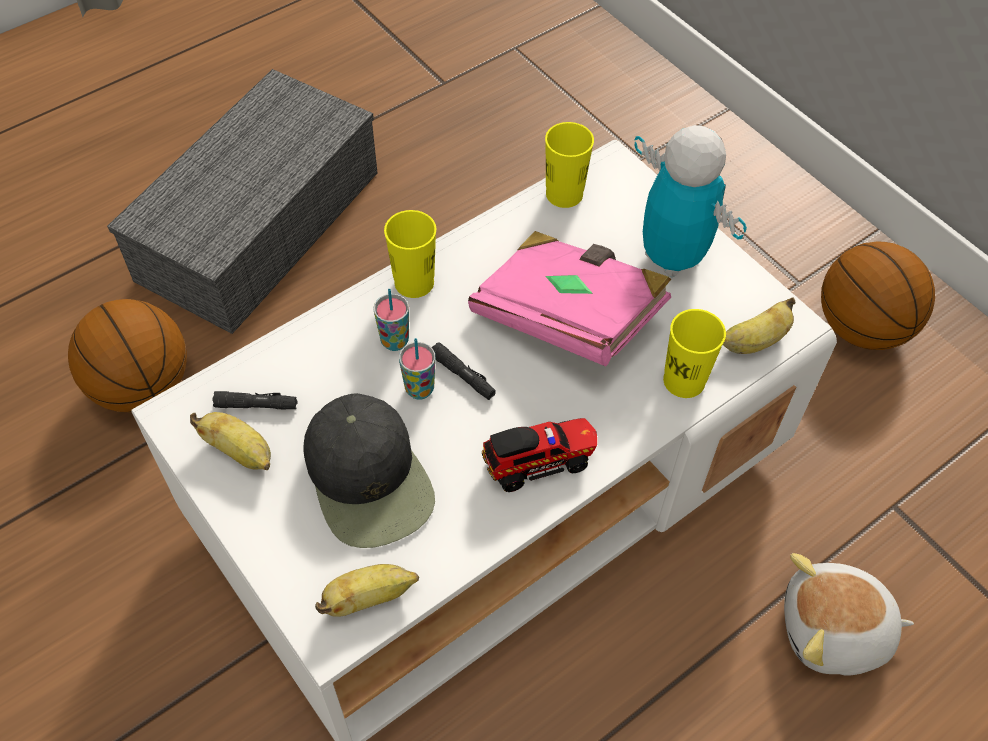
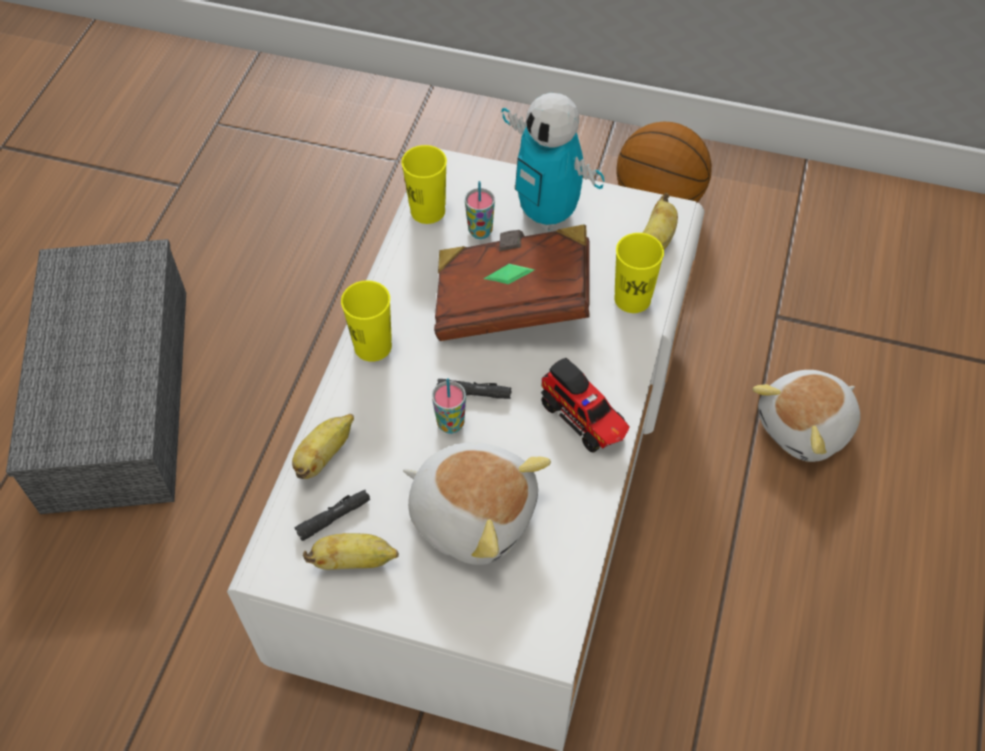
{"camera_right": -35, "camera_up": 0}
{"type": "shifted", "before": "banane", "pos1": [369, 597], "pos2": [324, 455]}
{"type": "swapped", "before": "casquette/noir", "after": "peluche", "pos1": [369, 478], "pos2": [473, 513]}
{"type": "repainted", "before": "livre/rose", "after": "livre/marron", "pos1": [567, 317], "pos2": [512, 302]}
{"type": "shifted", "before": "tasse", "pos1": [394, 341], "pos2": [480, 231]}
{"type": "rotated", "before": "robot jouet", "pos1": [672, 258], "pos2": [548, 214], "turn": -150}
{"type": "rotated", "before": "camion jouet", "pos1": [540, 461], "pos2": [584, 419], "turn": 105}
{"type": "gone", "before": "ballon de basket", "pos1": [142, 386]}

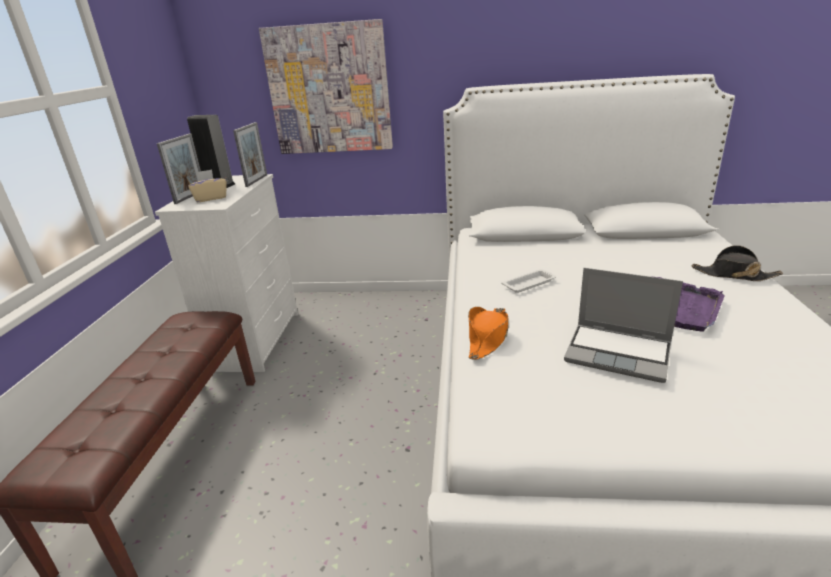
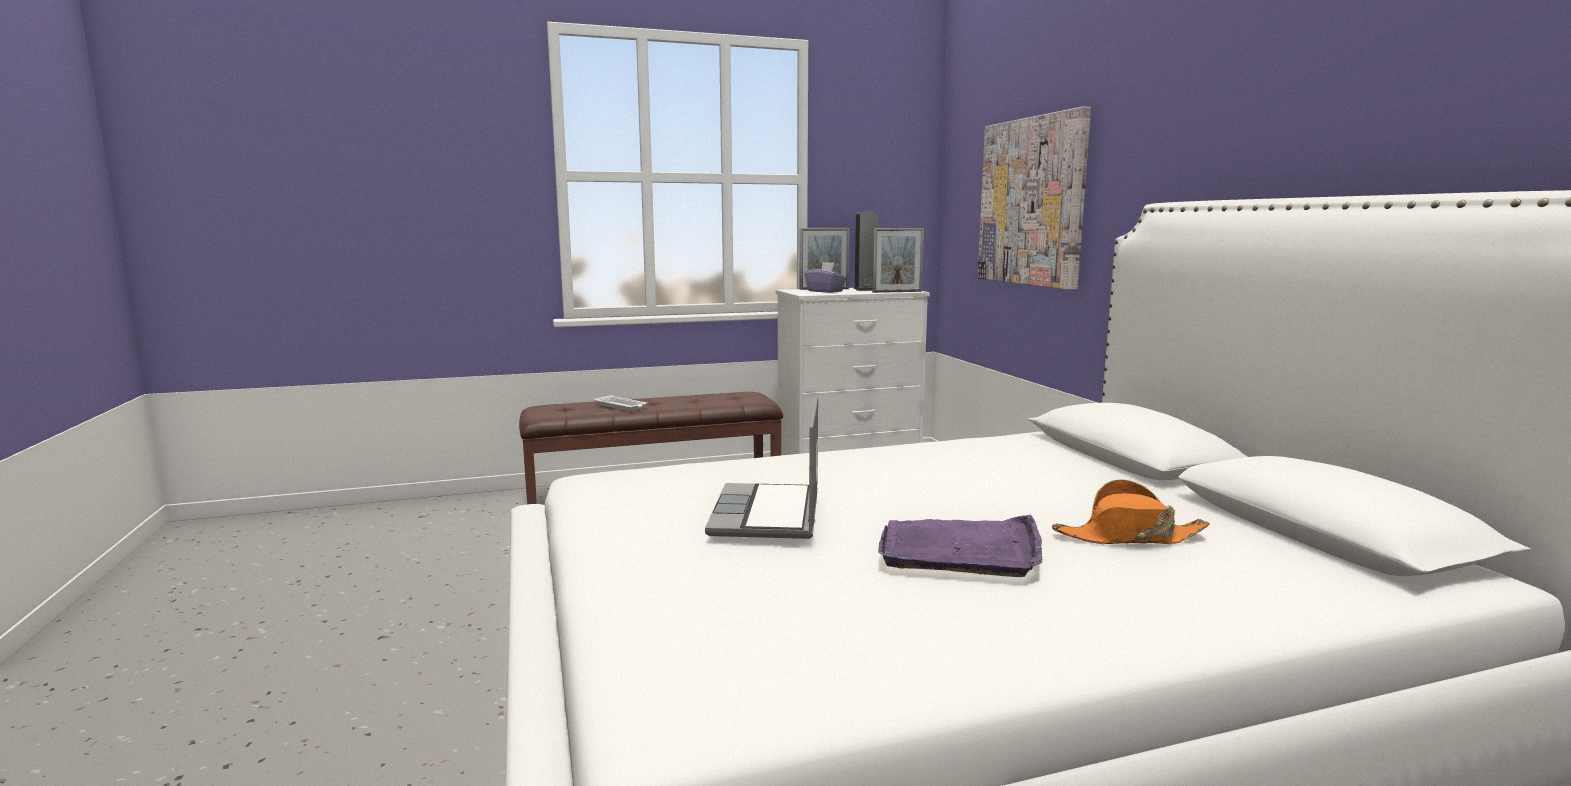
{"camera_right": 65, "camera_up": -15}
{"type": "shifted", "before": "plateau/blanc", "pos1": [529, 284], "pos2": [621, 406]}
{"type": "repainted", "before": "boîte à mouchoirs/beige", "after": "boîte à mouchoirs/violet", "pos1": [210, 198], "pos2": [825, 291]}
{"type": "shifted", "before": "chapeau/orange", "pos1": [488, 338], "pos2": [1128, 537]}
{"type": "gone", "before": "chapeau/noir", "pos1": [733, 275]}

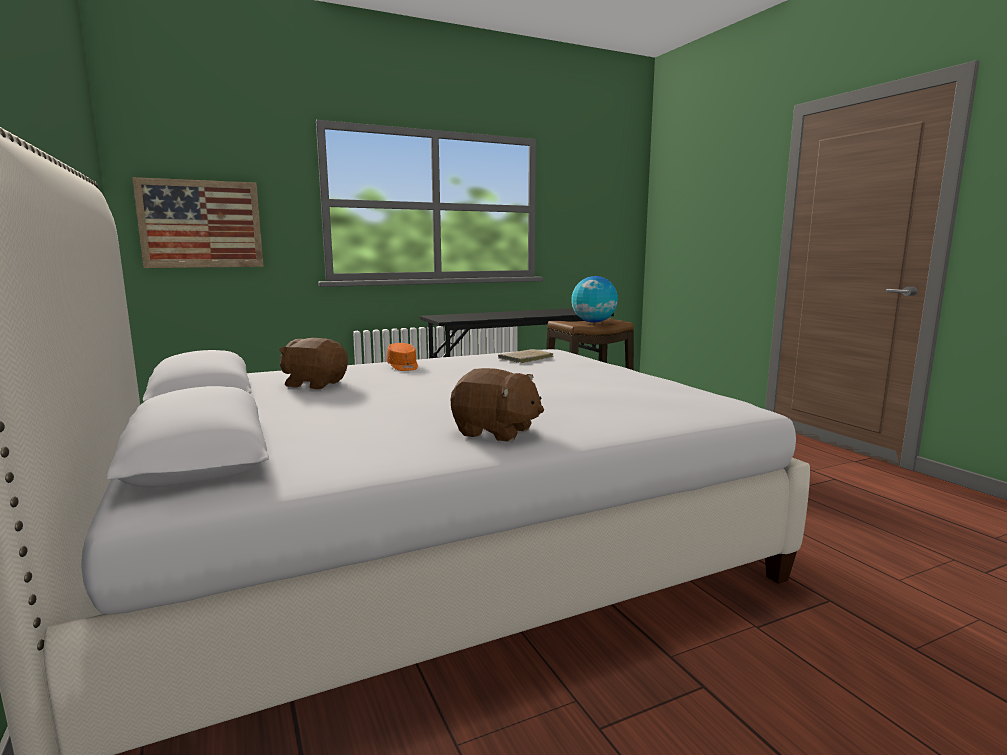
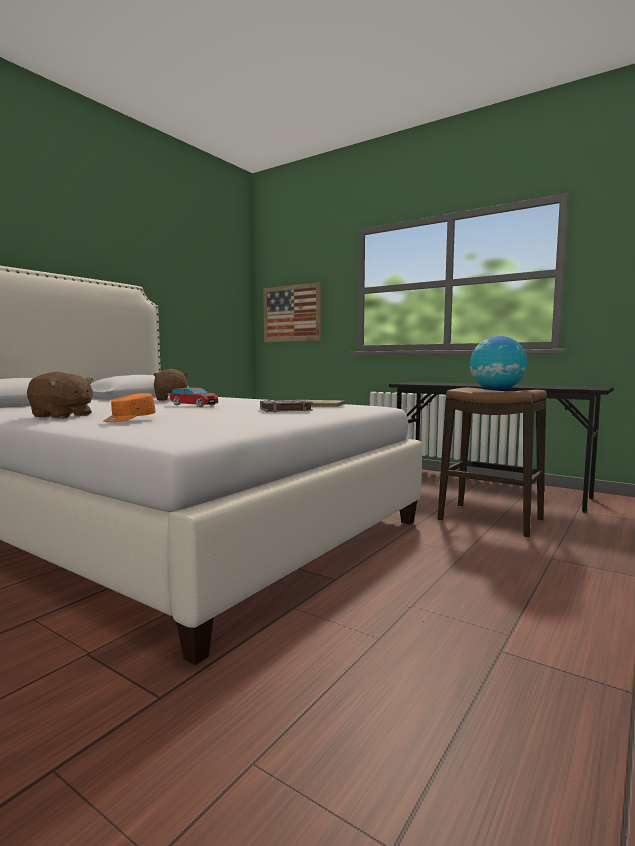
{"camera_right": 60, "camera_up": -5}
{"type": "rotated", "before": "peluche/marron", "pos1": [495, 432], "pos2": [62, 416], "turn": -60}
{"type": "shifted", "before": "casquette/orange", "pos1": [403, 366], "pos2": [129, 419]}
{"type": "new", "after": "petite voiture", "pos2": [193, 405]}
{"type": "new", "after": "livre/gris", "pos2": [285, 410]}

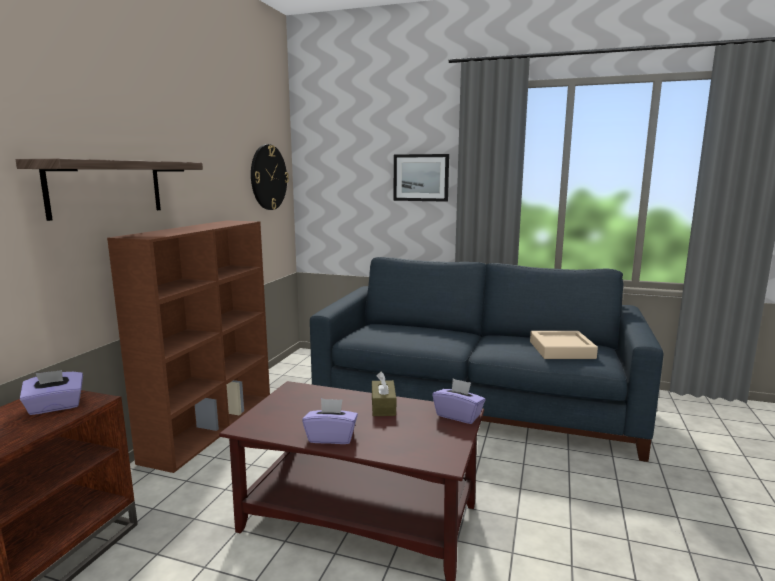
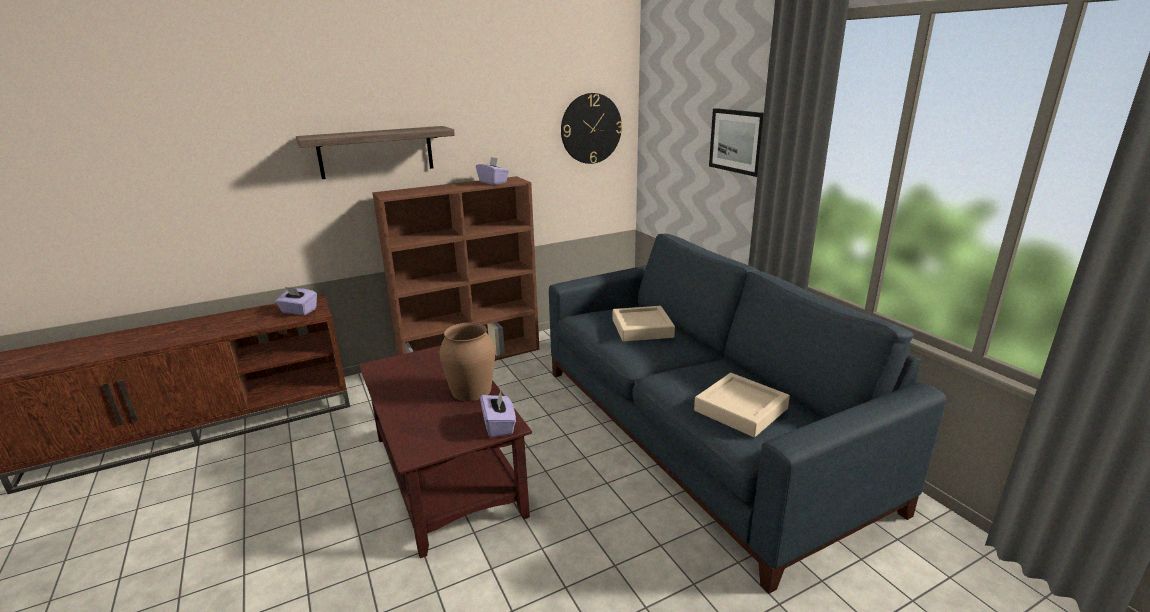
{"camera_right": 45, "camera_up": 10}
{"type": "swapped", "before": "boîte à mouchoirs/marron", "after": "vase/marron", "pos1": [383, 406], "pos2": [471, 391]}
{"type": "shifted", "before": "boîte à mouchoirs/violet", "pos1": [331, 437], "pos2": [493, 182]}
{"type": "new", "after": "plateau/beige", "pos2": [642, 328]}

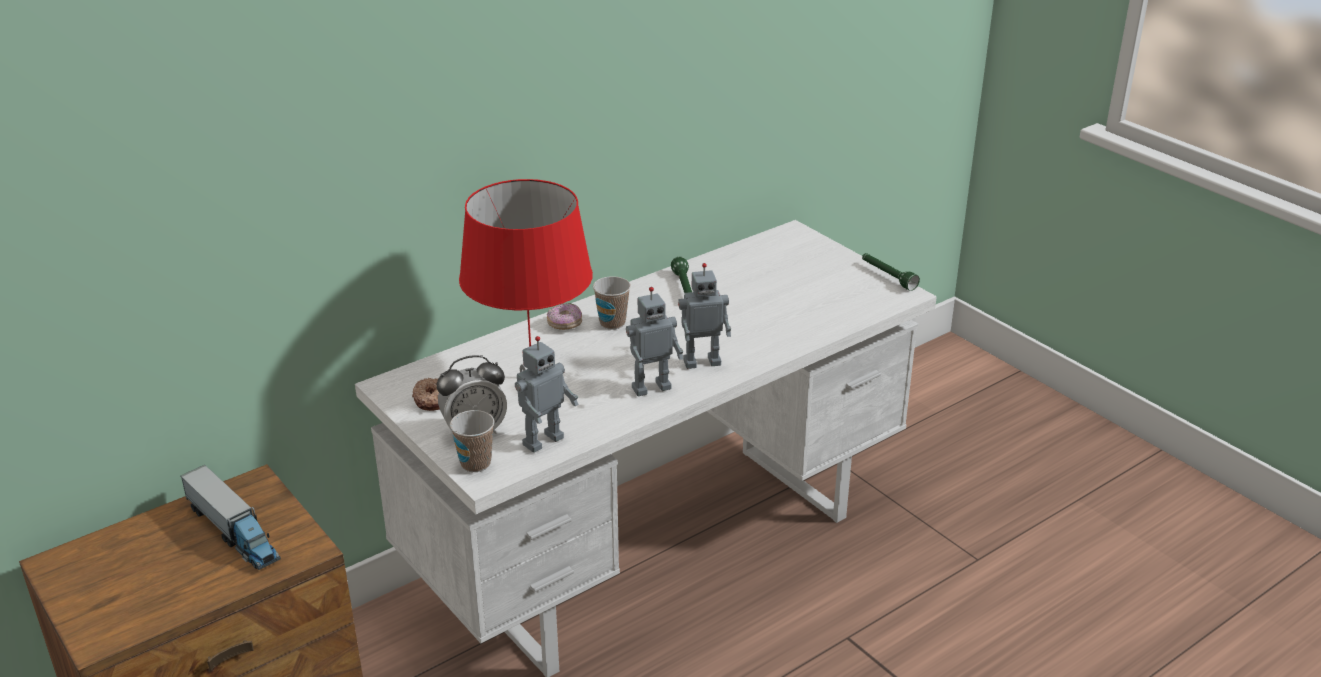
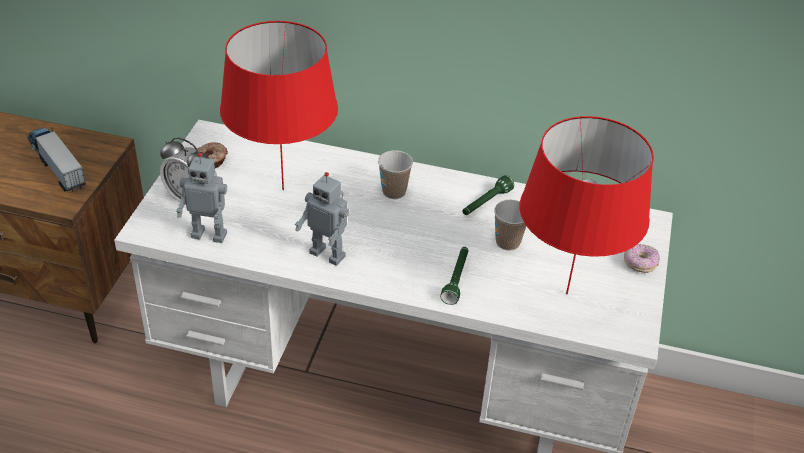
{"camera_right": 50, "camera_up": 10}
{"type": "rotated", "before": "camion jouet", "pos1": [233, 532], "pos2": [56, 165], "turn": 135}
{"type": "shifted", "before": "lampe de poche/vert", "pos1": [887, 277], "pos2": [456, 279]}
{"type": "shifted", "before": "tasse", "pos1": [475, 463], "pos2": [507, 242]}
{"type": "new", "after": "lampe de table/rouge", "pos2": [566, 293]}
{"type": "shifted", "before": "beignet", "pos1": [565, 324], "pos2": [639, 264]}
{"type": "gone", "before": "robot jouet", "pos1": [702, 361]}

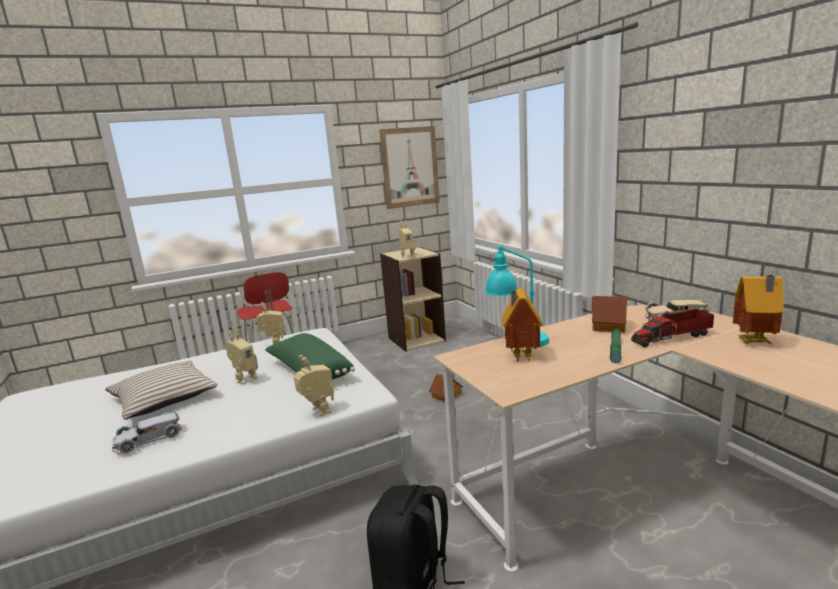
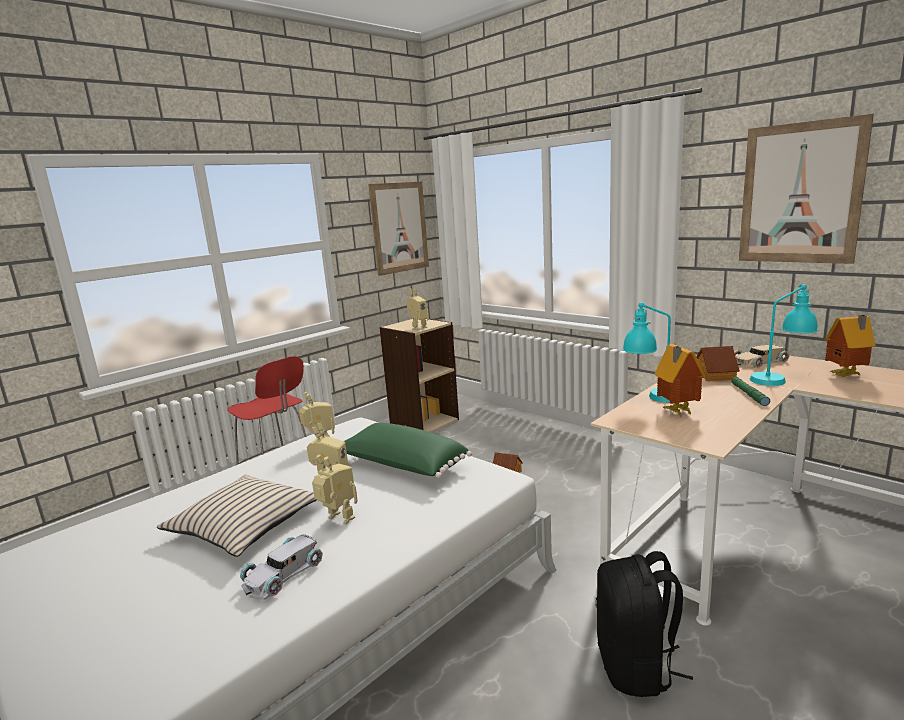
{"camera_right": -20, "camera_up": 0}
{"type": "shifted", "before": "robot jouet", "pos1": [318, 412], "pos2": [338, 520]}
{"type": "new", "after": "tableau", "pos2": [800, 194]}
{"type": "swapped", "before": "camion jouet", "after": "lampe de table/turquoise", "pos1": [673, 337], "pos2": [780, 379]}

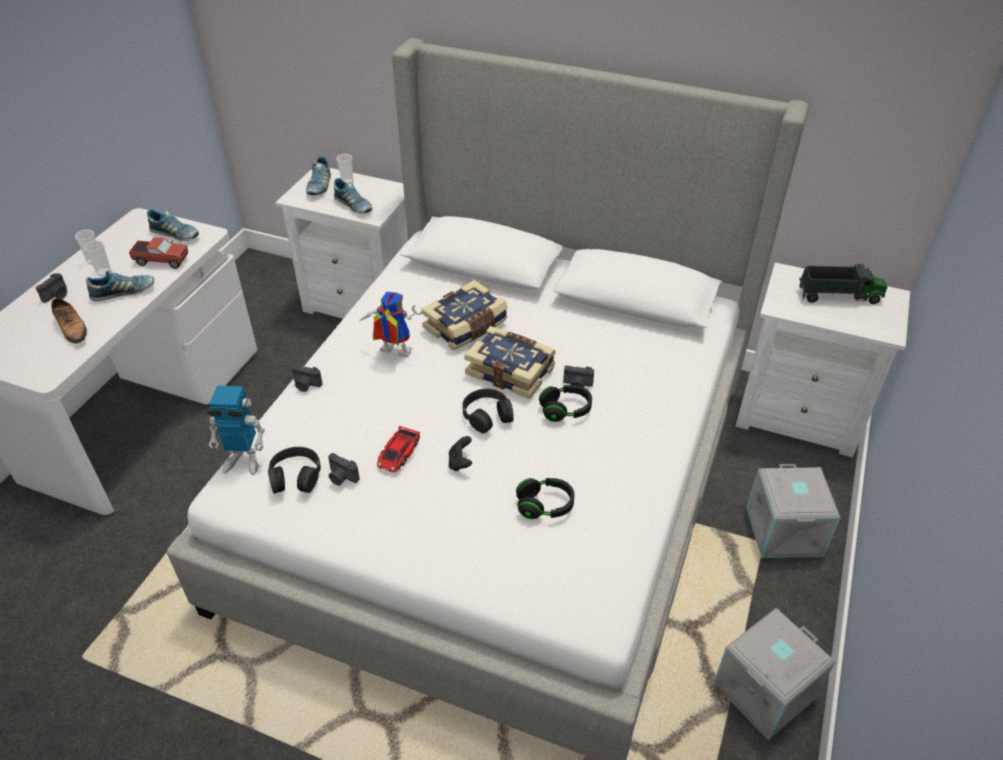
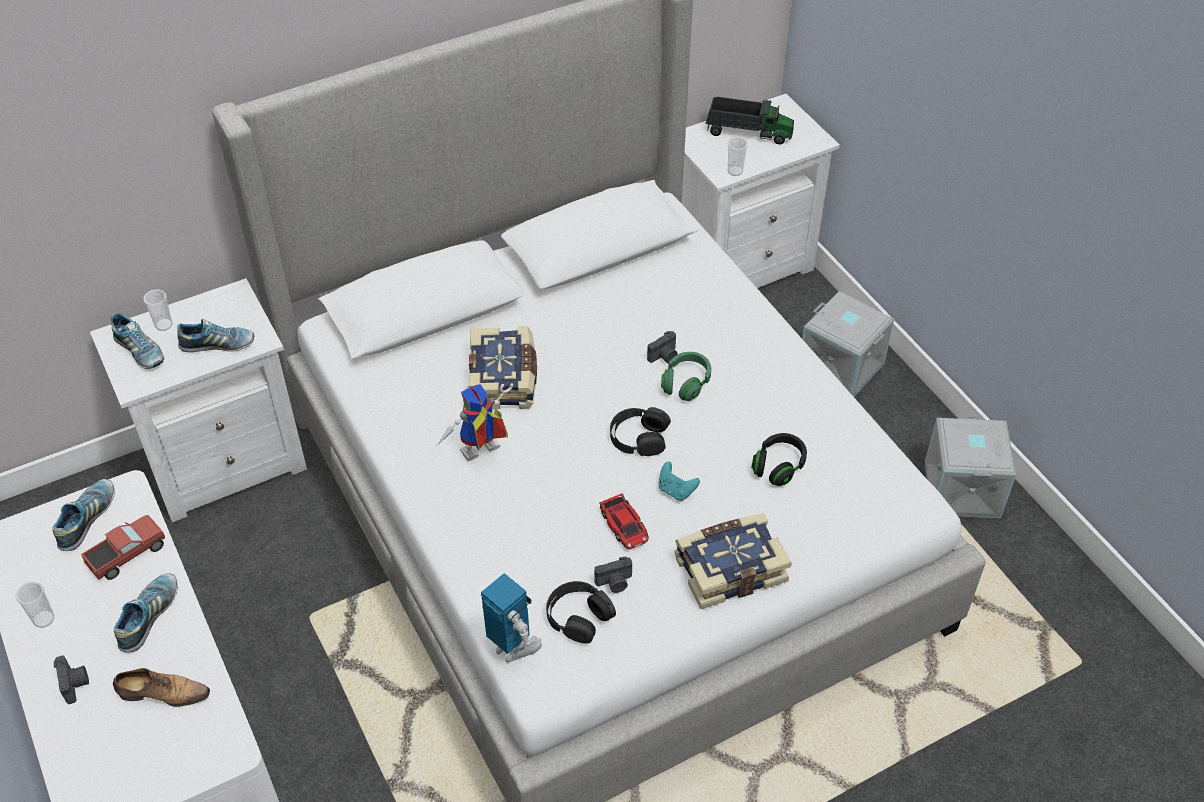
{"camera_right": -50, "camera_up": 5}
{"type": "rotated", "before": "chaussure", "pos1": [175, 235], "pos2": [87, 520], "turn": -45}
{"type": "rotated", "before": "robot jouet", "pos1": [243, 460], "pos2": [513, 647], "turn": -90}
{"type": "repainted", "before": "manette/noir", "after": "manette/turquoise", "pos1": [460, 462], "pos2": [676, 490]}
{"type": "repainted", "before": "casque audio/noir", "after": "casque audio/vert", "pos1": [565, 410], "pos2": [686, 383]}
{"type": "shifted", "before": "livre", "pos1": [511, 371], "pos2": [729, 568]}
{"type": "rotated", "before": "camion jouet", "pos1": [839, 296], "pos2": [748, 132], "turn": 60}
{"type": "shifted", "before": "tasse", "pos1": [104, 272], "pos2": [735, 171]}
{"type": "gone", "before": "appareil photo", "pos1": [306, 385]}

